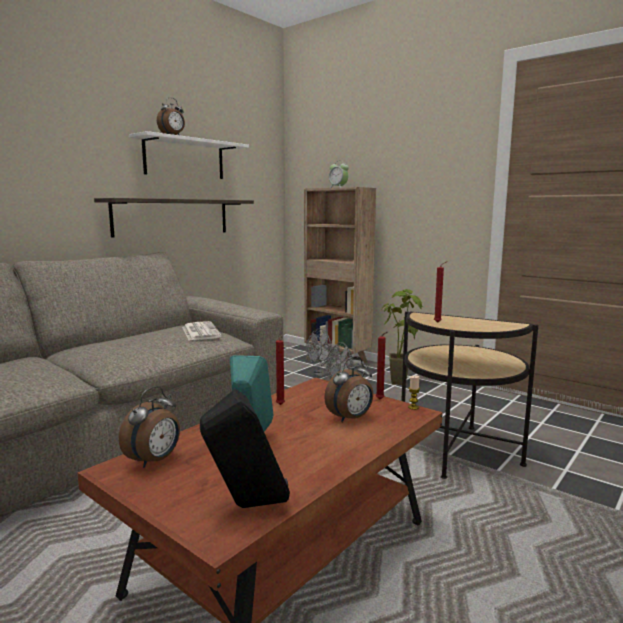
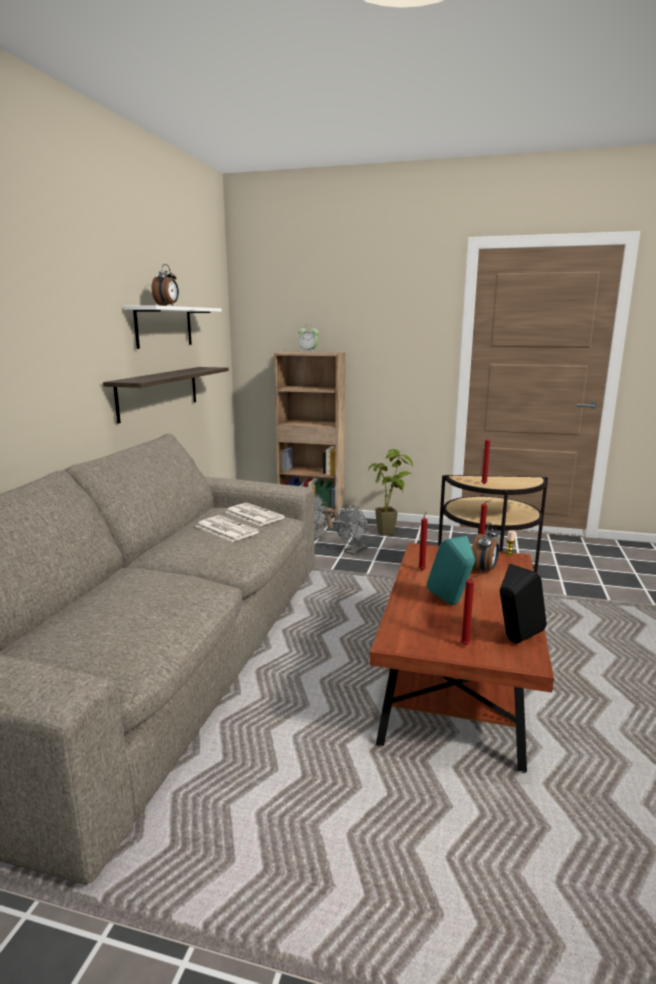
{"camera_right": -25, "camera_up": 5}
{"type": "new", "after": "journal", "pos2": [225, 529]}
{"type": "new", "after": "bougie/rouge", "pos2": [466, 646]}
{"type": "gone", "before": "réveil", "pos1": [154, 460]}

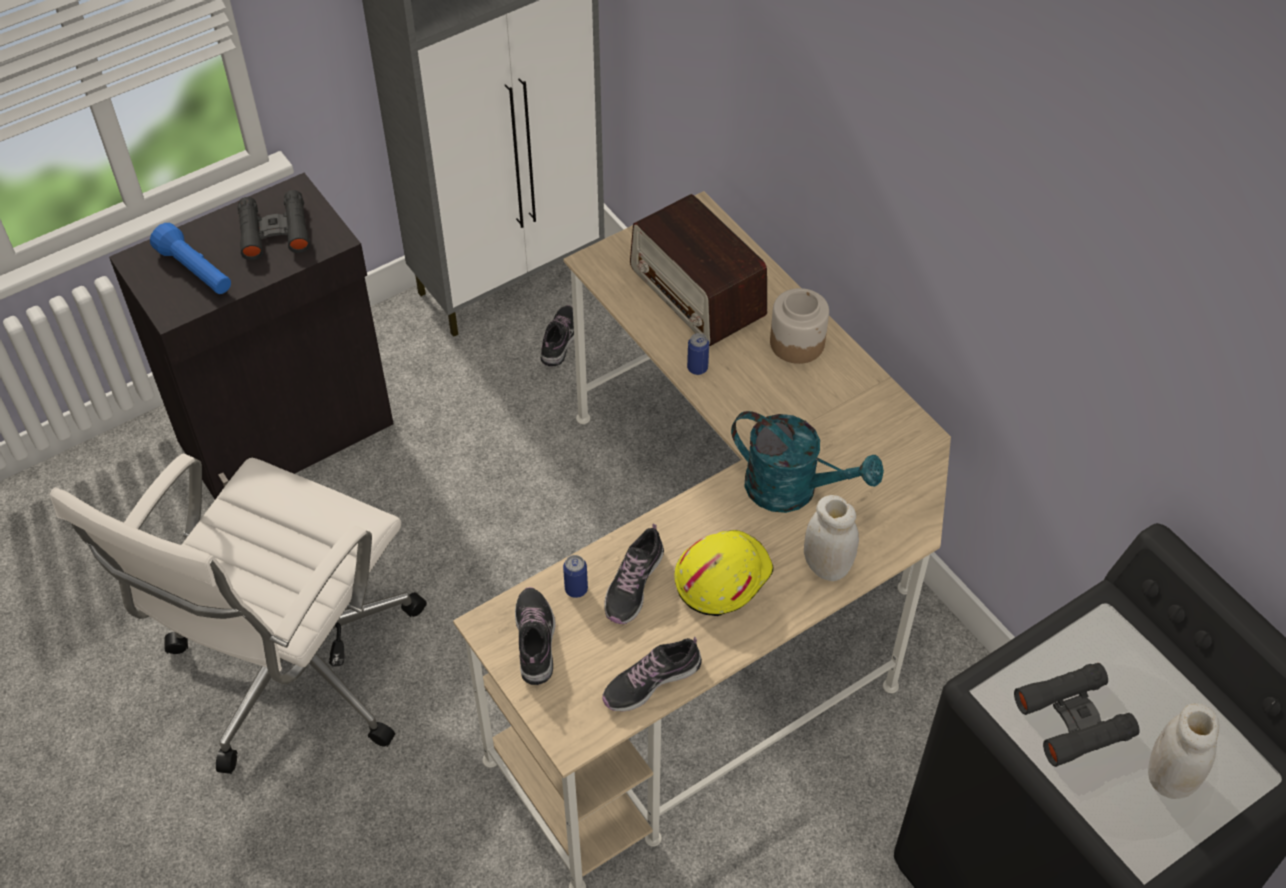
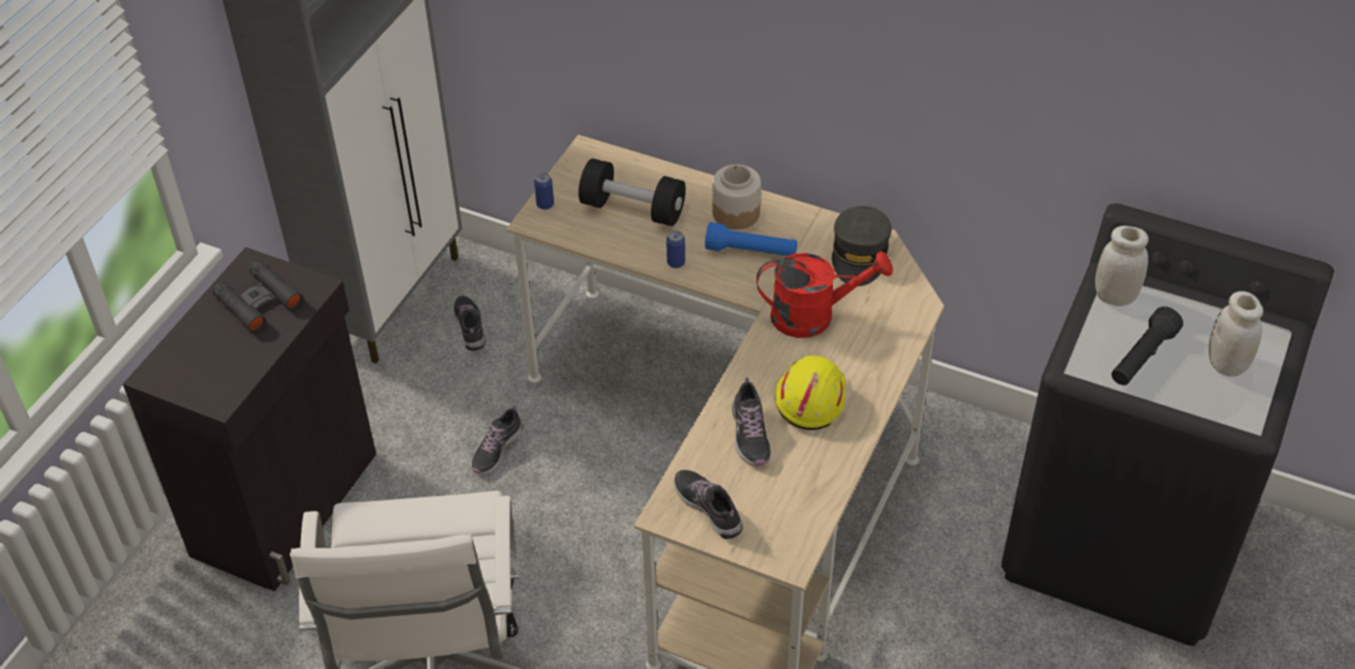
{"camera_right": -30, "camera_up": -5}
{"type": "shifted", "before": "chaussure", "pos1": [651, 681], "pos2": [496, 449]}
{"type": "shifted", "before": "boîte métallique", "pos1": [576, 589], "pos2": [545, 204]}
{"type": "swapped", "before": "radio", "after": "haltère/noir", "pos1": [697, 292], "pos2": [633, 209]}
{"type": "shifted", "before": "lampe de poche/bleu", "pos1": [196, 271], "pos2": [751, 251]}
{"type": "repainted", "before": "arrosoir/turquoise", "after": "arrosoir/rouge", "pos1": [793, 490], "pos2": [814, 315]}
{"type": "new", "after": "casquette/gris", "pos2": [860, 255]}
{"type": "shifted", "before": "bocal/blanc", "pos1": [827, 566], "pos2": [1115, 296]}
{"type": "swapped", "before": "jumelles/noir", "after": "lampe de poche/noir", "pos1": [1073, 719], "pos2": [1142, 358]}

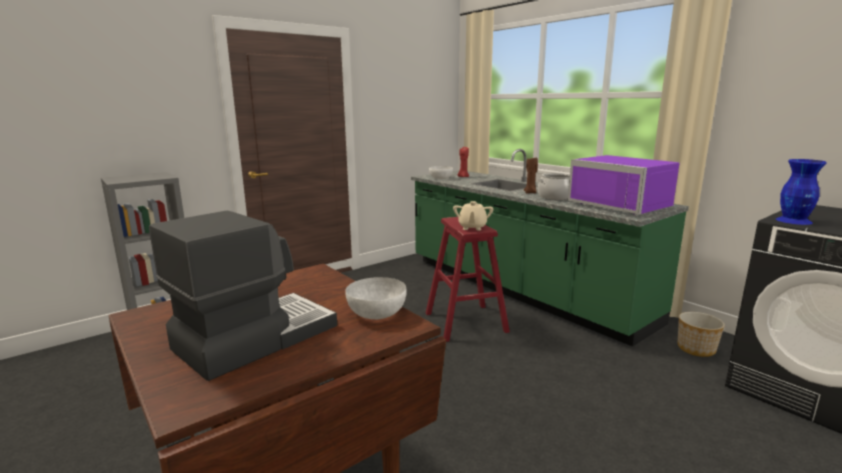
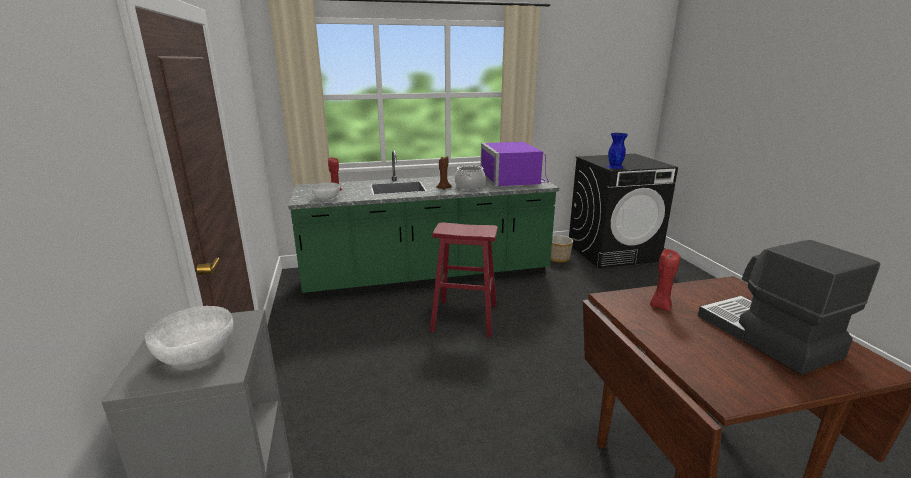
{"camera_right": -65, "camera_up": 5}
{"type": "shifted", "before": "bol/blanc", "pos1": [377, 313], "pos2": [198, 354]}
{"type": "rotated", "before": "micro-ondes/violet", "pos1": [623, 205], "pos2": [514, 180], "turn": 90}
{"type": "new", "after": "bougie/rouge", "pos2": [660, 306]}
{"type": "gone", "before": "théière/beige", "pos1": [472, 227]}

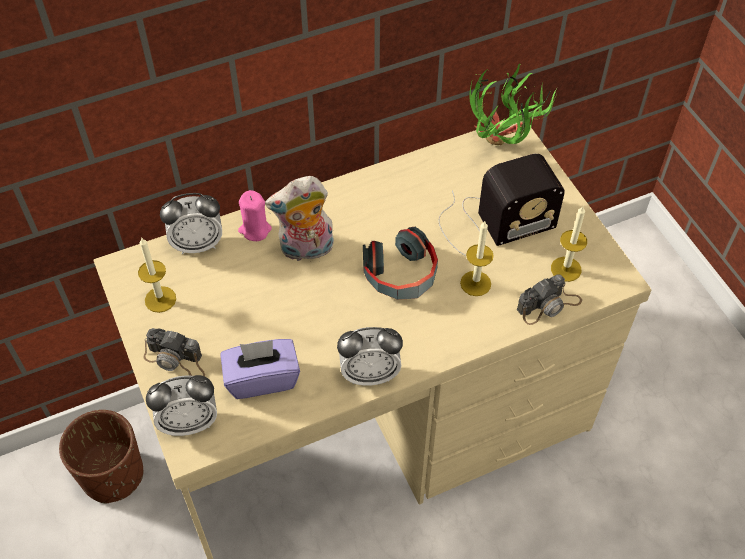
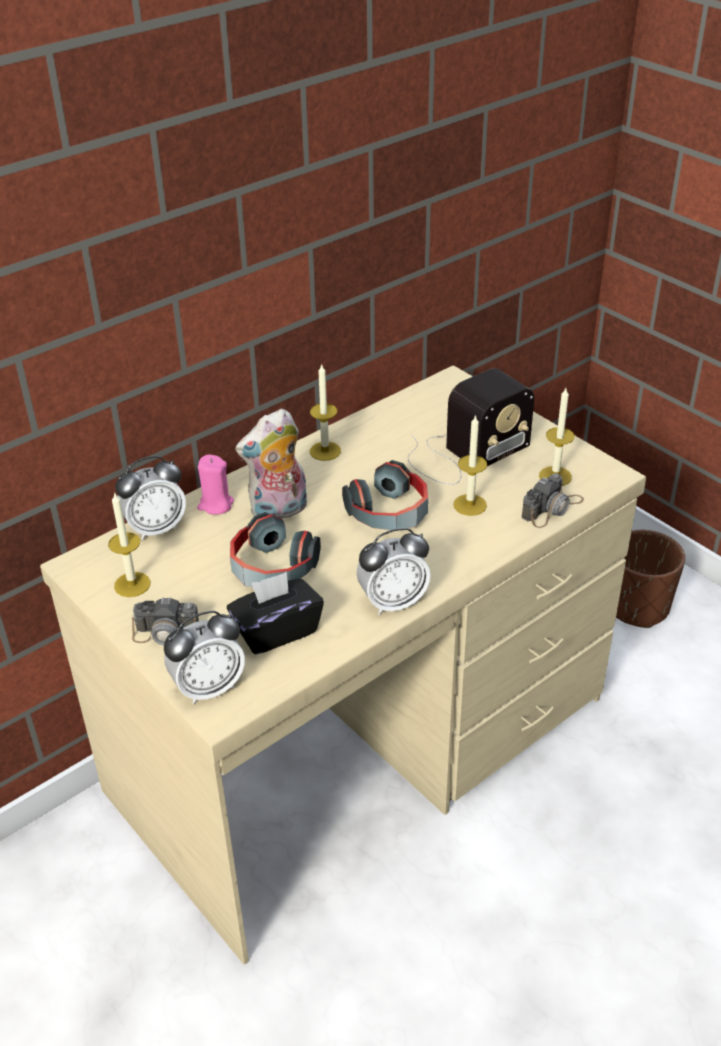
{"camera_right": -15, "camera_up": -15}
{"type": "repainted", "before": "boîte à mouchoirs/violet", "after": "boîte à mouchoirs/noir", "pos1": [262, 378], "pos2": [276, 631]}
{"type": "new", "after": "casque audio", "pos2": [272, 568]}
{"type": "new", "after": "bougie", "pos2": [325, 451]}
{"type": "shifted", "before": "cache-pot/marron", "pos1": [112, 475], "pos2": [637, 607]}
{"type": "gone", "before": "plante en pot", "pos1": [502, 149]}

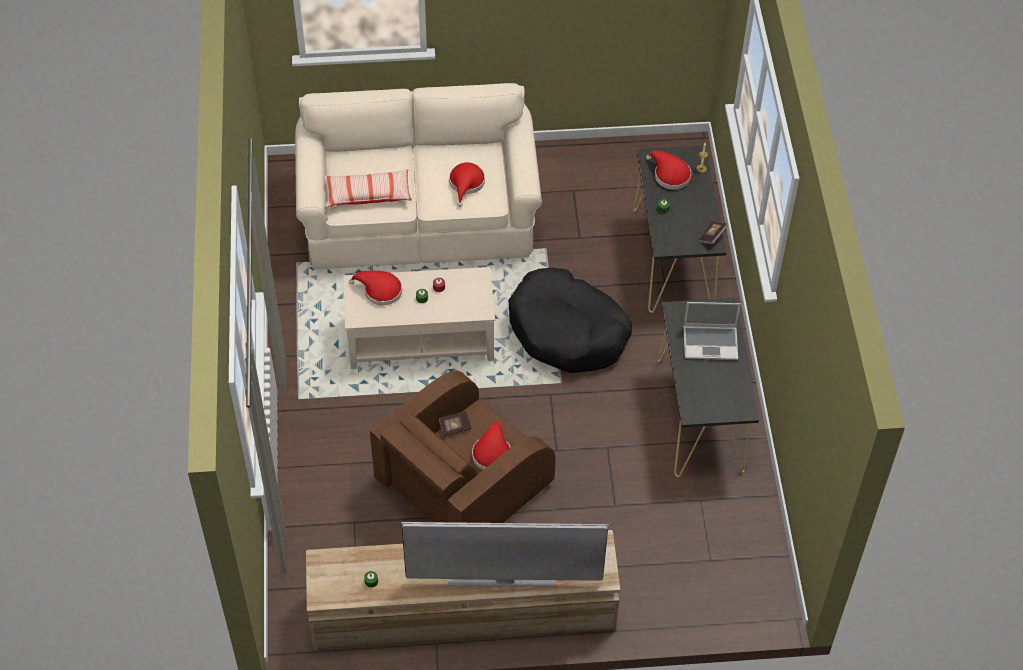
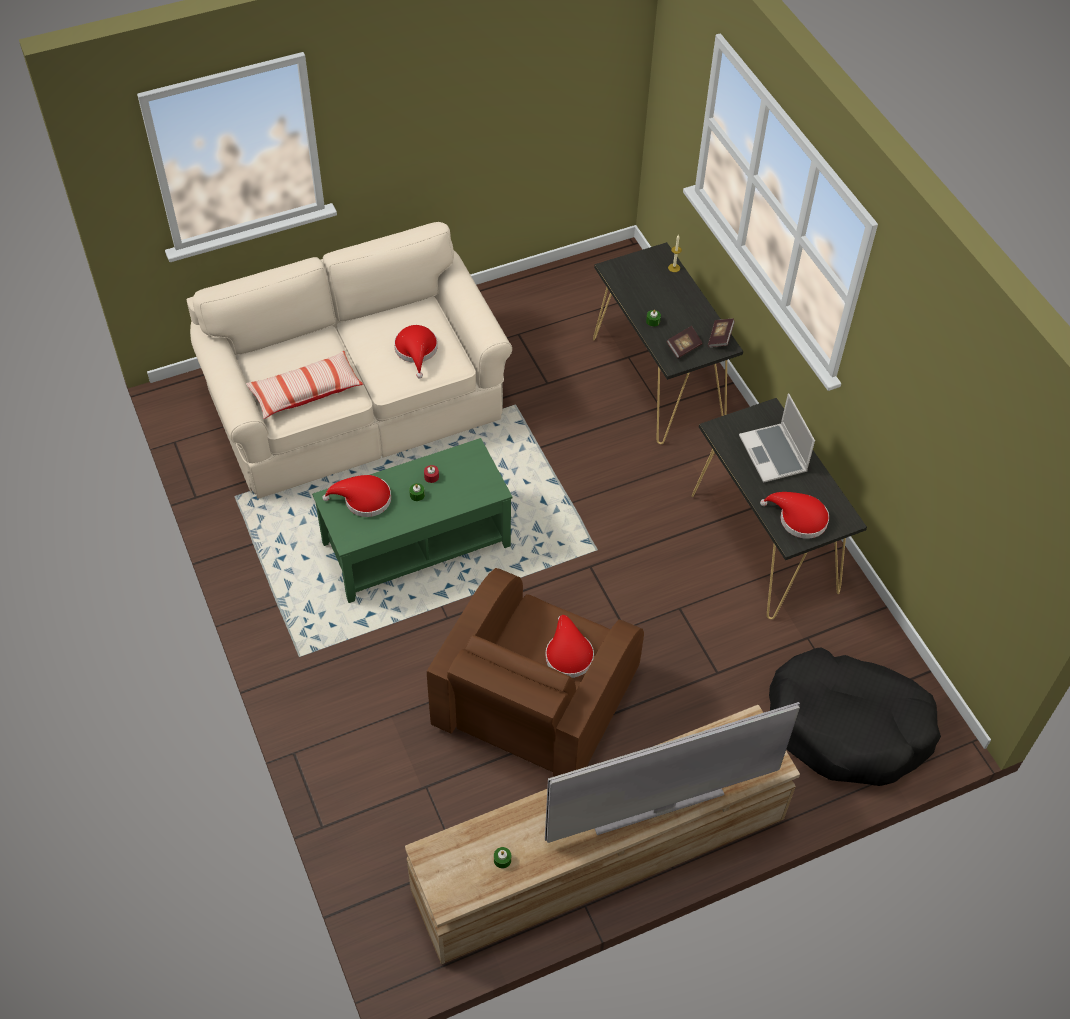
{"camera_right": -20, "camera_up": 0}
{"type": "repainted", "before": "table basse/beige", "after": "table basse/vert", "pos1": [421, 338], "pos2": [416, 544]}
{"type": "shifted", "before": "livre", "pos1": [454, 427], "pos2": [683, 347]}
{"type": "rotated", "before": "ordinateur portable", "pos1": [711, 343], "pos2": [774, 455], "turn": 90}
{"type": "shifted", "before": "chapeau/rouge", "pos1": [669, 175], "pos2": [799, 518]}
{"type": "shifted", "before": "panier pour chien/noir", "pos1": [567, 331], "pos2": [848, 727]}

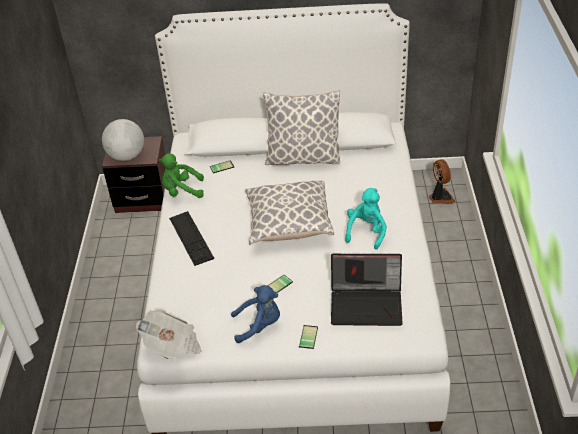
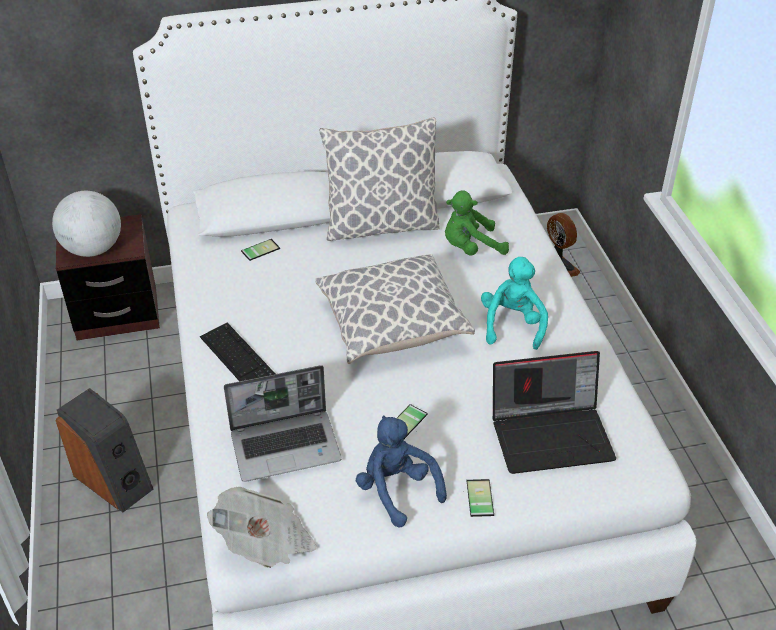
{"camera_right": -15, "camera_up": 0}
{"type": "new", "after": "enceinte", "pos2": [114, 480]}
{"type": "new", "after": "ordinateur portable", "pos2": [286, 446]}
{"type": "rotated", "before": "peluche/bleu", "pos1": [259, 325], "pos2": [397, 490], "turn": -105}
{"type": "shifted", "before": "peluche/vert", "pos1": [182, 191], "pos2": [470, 248]}

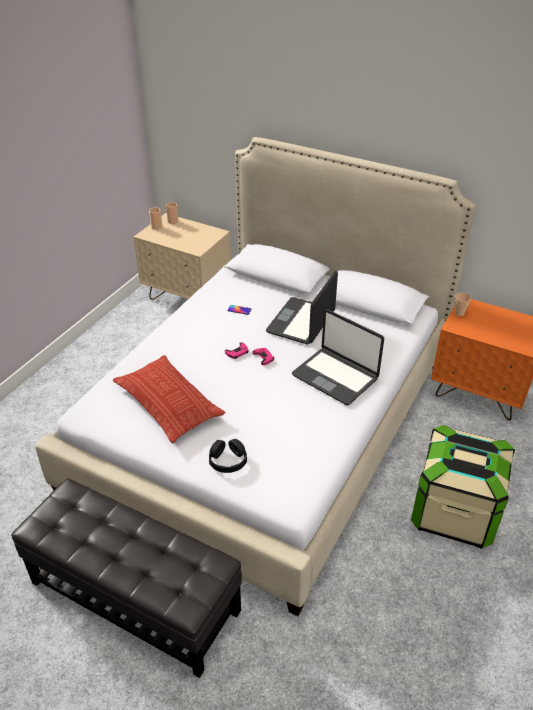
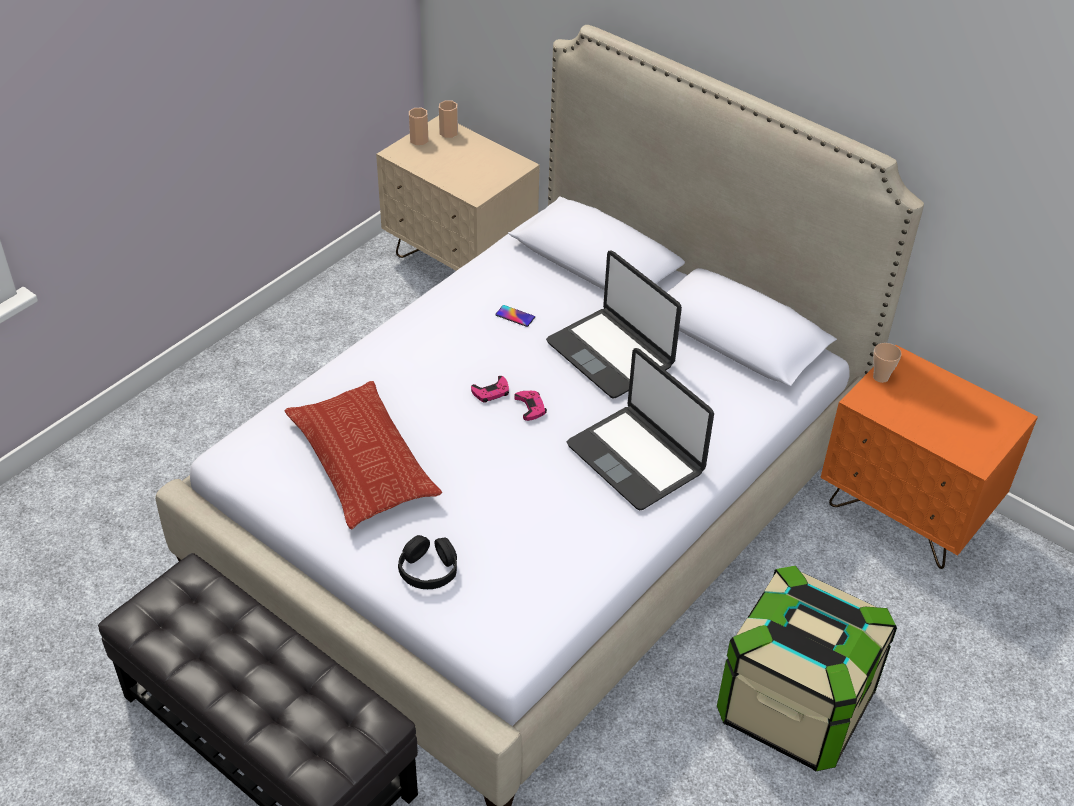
{"camera_right": 10, "camera_up": 5}
{"type": "rotated", "before": "ordinateur portable", "pos1": [302, 322], "pos2": [611, 353], "turn": -75}

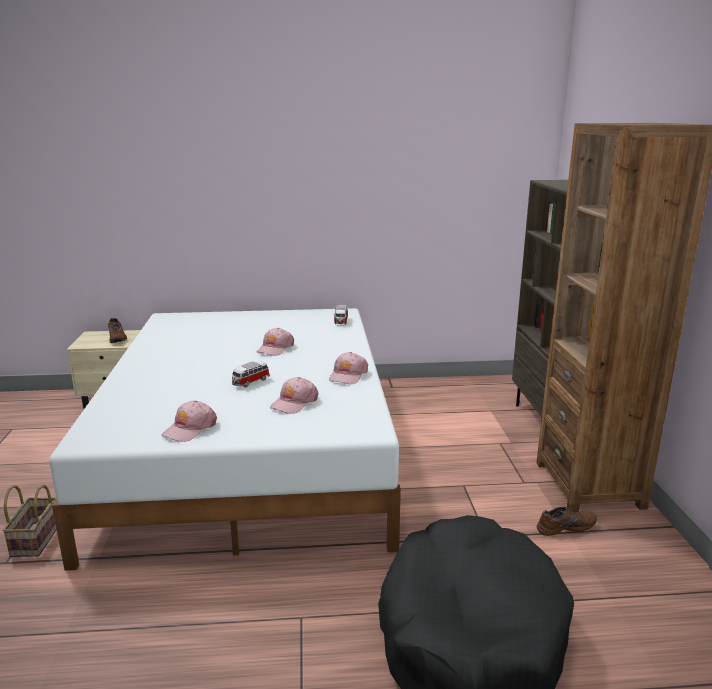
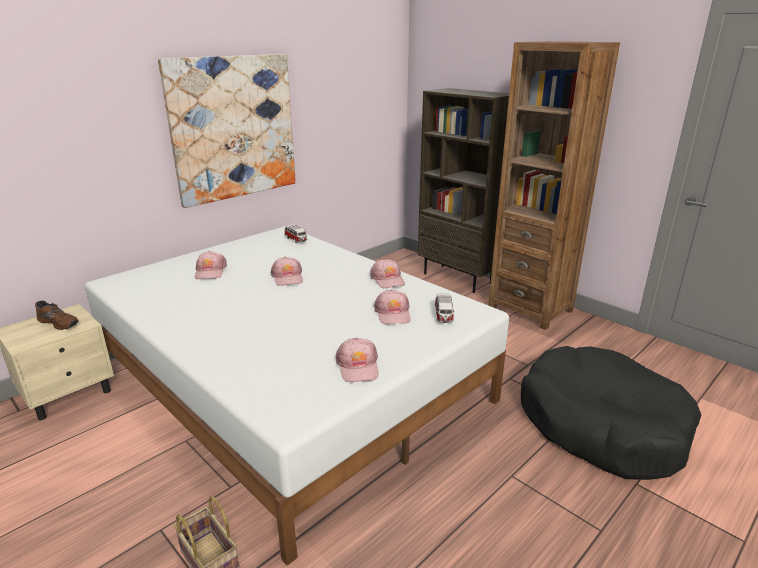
{"camera_right": -40, "camera_up": 5}
{"type": "new", "after": "tableau", "pos2": [233, 128]}
{"type": "new", "after": "casquette/rose", "pos2": [210, 271]}
{"type": "shifted", "before": "petite voiture", "pos1": [250, 382], "pos2": [443, 316]}
{"type": "gone", "before": "chaussure/marron", "pos1": [564, 526]}

